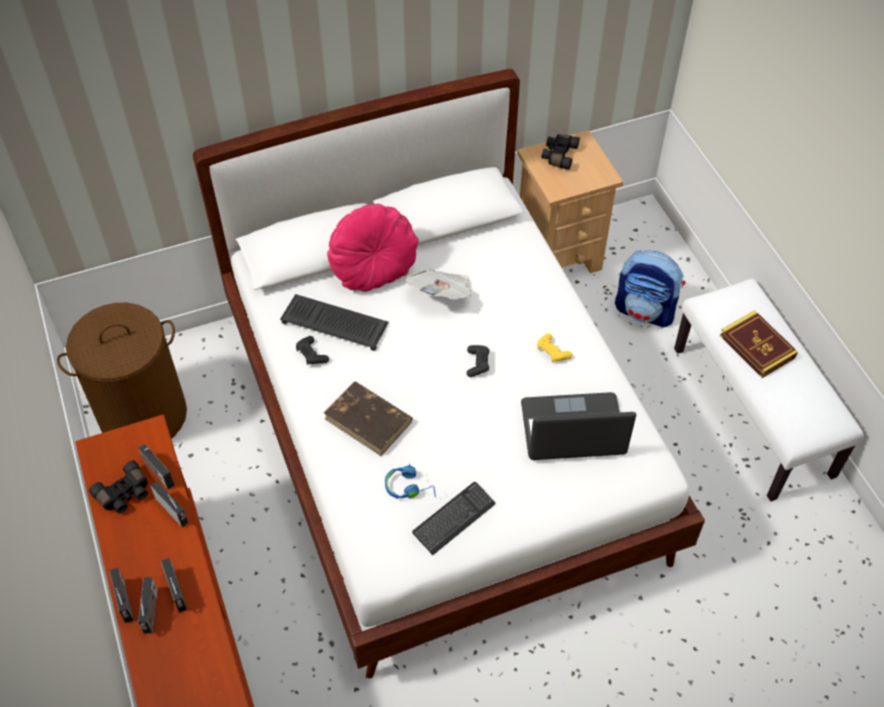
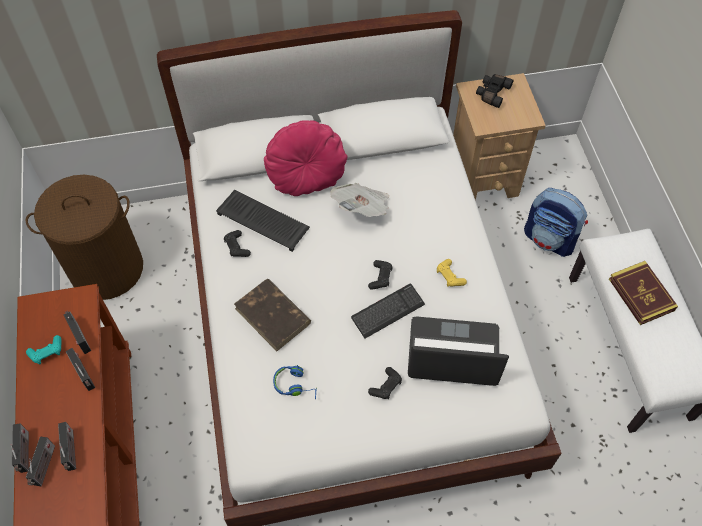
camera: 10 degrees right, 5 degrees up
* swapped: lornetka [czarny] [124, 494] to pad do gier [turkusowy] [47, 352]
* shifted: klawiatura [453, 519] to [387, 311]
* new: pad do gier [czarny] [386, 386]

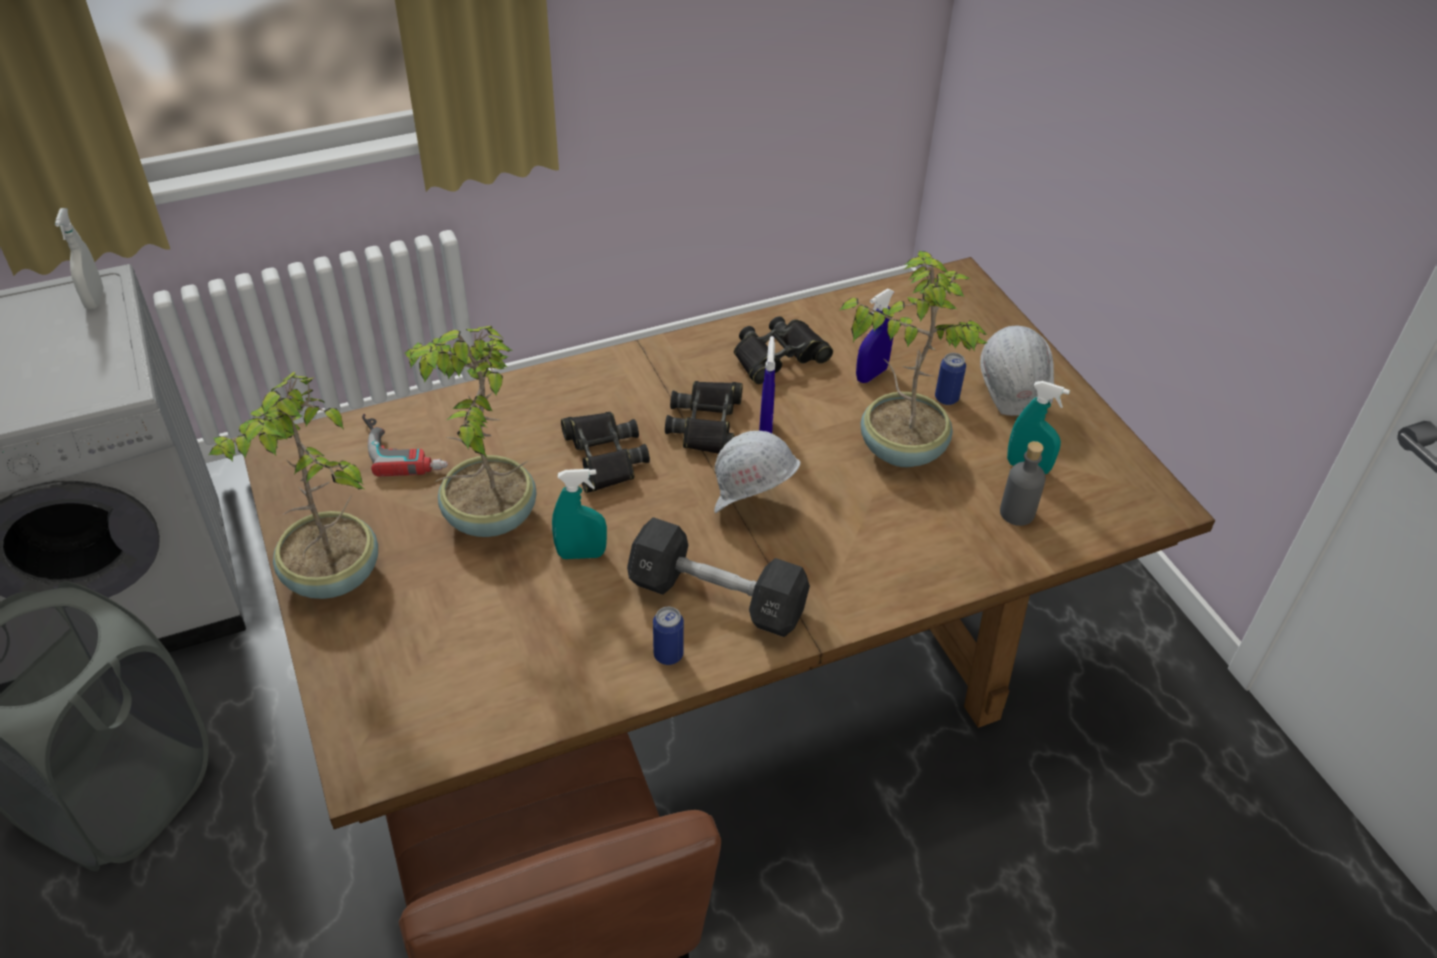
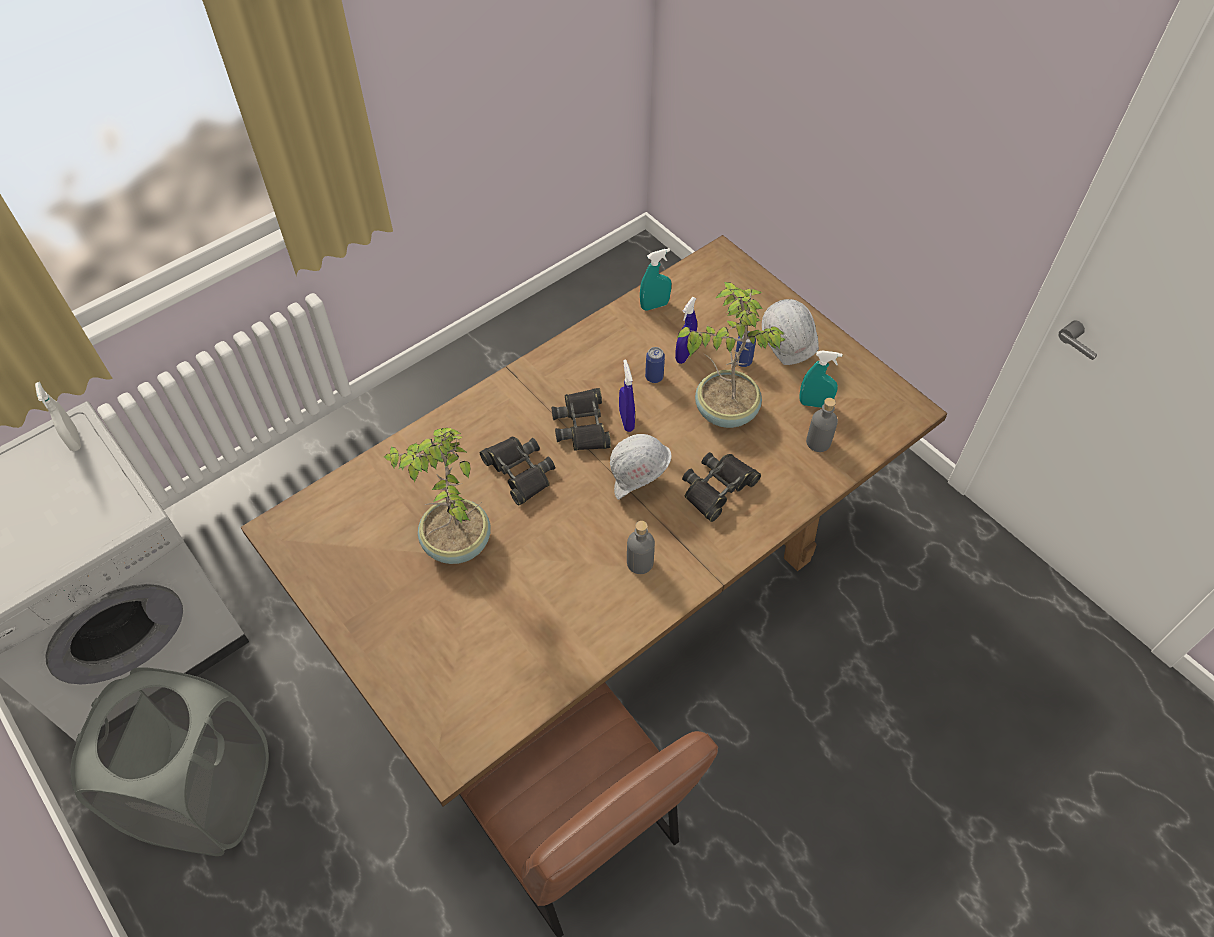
camera: 15 degrees left, 10 degrees up
* shifted: lornetka [czarny] [778, 357] to [718, 488]
* gone: roślina doniczkowa [331, 577]
* gone: wiertarka [405, 447]
* shifted: spryskiwacz [turkusowy] [581, 554] to [654, 305]
* swapped: hantel [czarny] [717, 597] to butelka [szary] [639, 562]
* shifted: puszka [668, 655] to [654, 377]

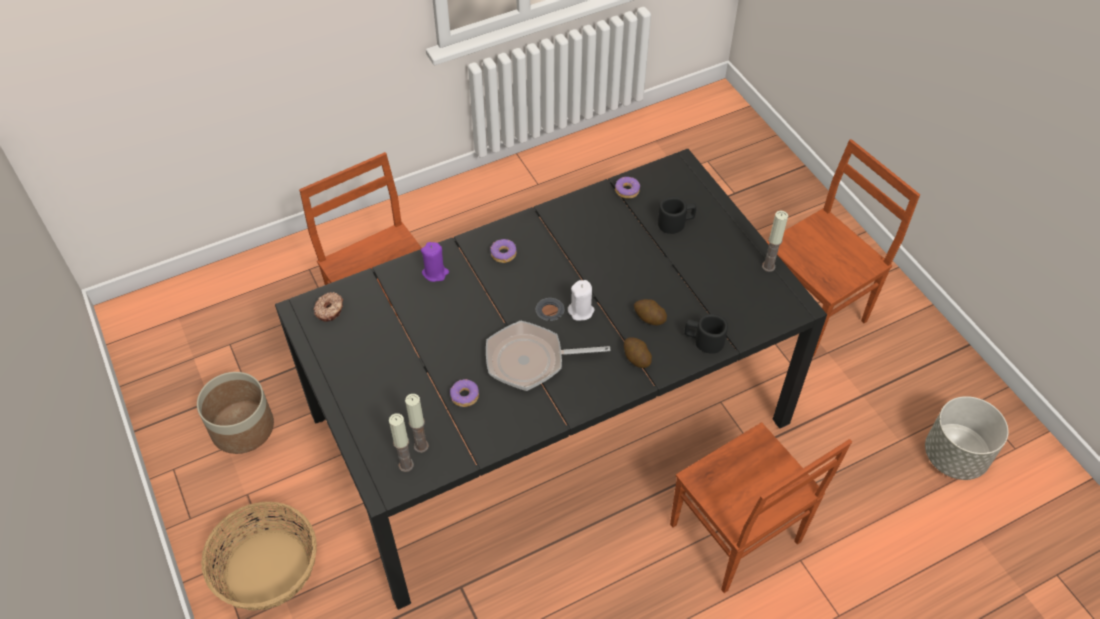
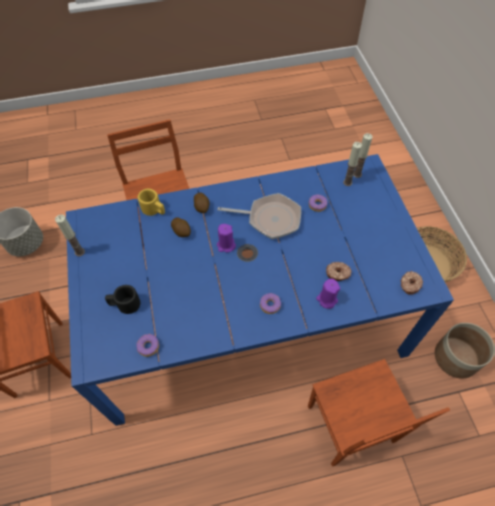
camera: 165 degrees left, 5 degrees up
* repainted: stół jadalny [czarny] [549, 419] to stół jadalny [niebieski] [248, 317]
* repainted: świeca [biały] [581, 311] to świeca [fioletowy] [226, 245]
* repainted: kubek [czarny] [703, 340] to kubek [żółty] [154, 210]
* new: donut [337, 273]

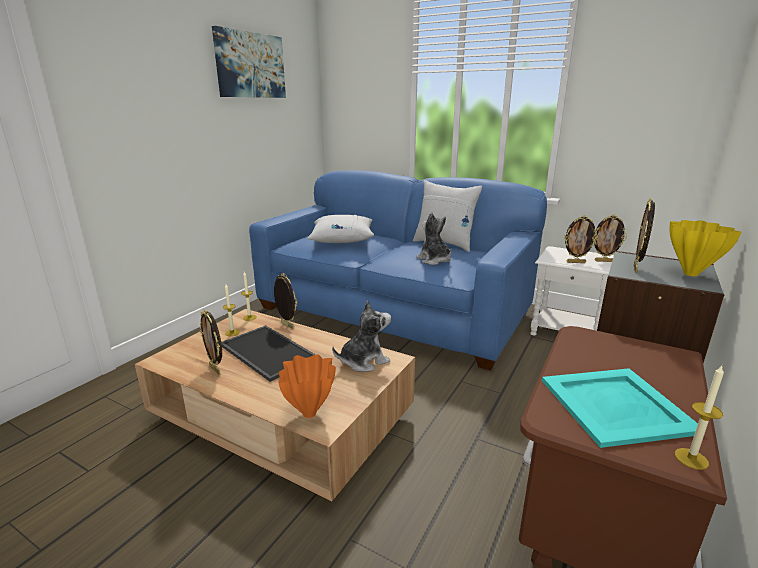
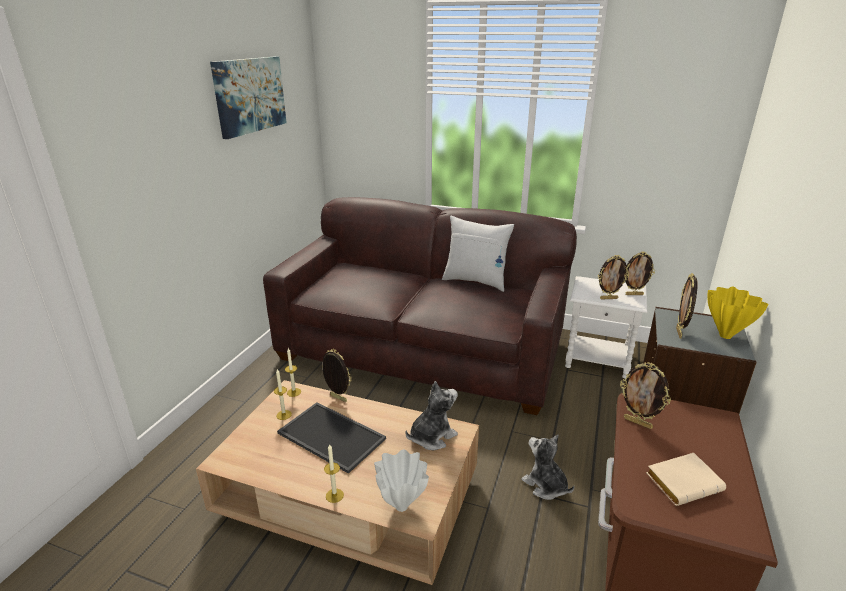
camera: 10 degrees left, 5 degrees up
* repainted: kanapa [niebieski] [391, 311] to kanapa [brązowy] [421, 351]
* shifted: pluszak [434, 260] to [545, 485]
* gone: poduszka [szary] [342, 240]
* shifted: ramka na zdjęcie [216, 369] to [638, 422]
* repainted: wazon [pomarańczowy] [310, 413] to wazon [biały] [402, 506]
* shifted: świeca [691, 458] to [334, 495]
* swapped: taca [turkusowy] [616, 404] to książka [beżowy] [683, 482]

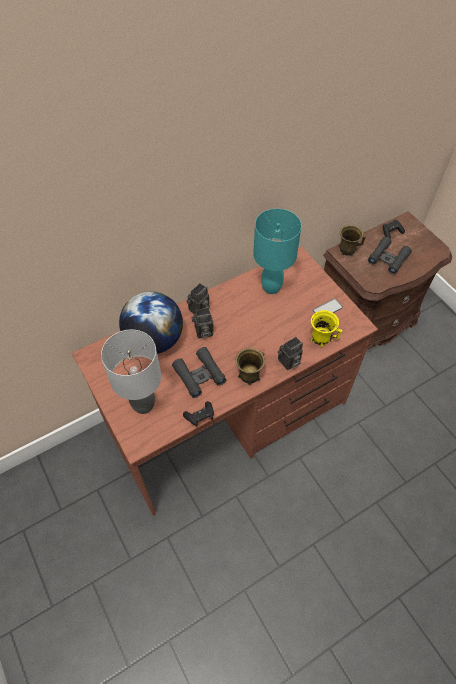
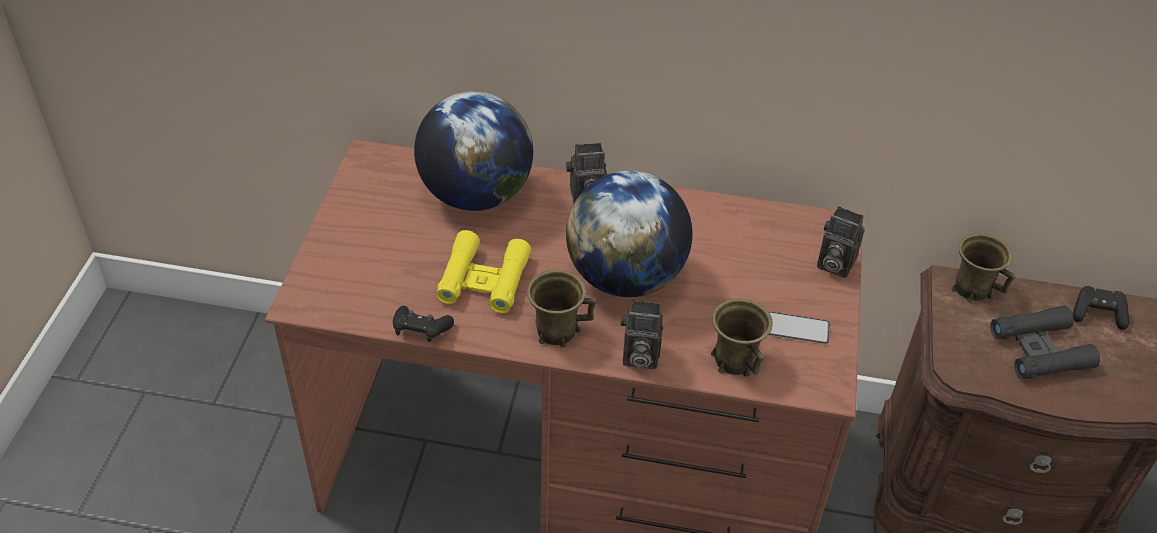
camera: 40 degrees right, 10 degrees down
* gone: lampa stołowa [turkusowy] [271, 287]
* shifted: aparat fotograficzny [203, 332] to [833, 264]
* repainted: kubek [żółty] [321, 337] to kubek [brązowy] [735, 359]
* gone: lampa stołowa [szary] [143, 405]
* repainted: lornetka [czarny] [199, 375] to lornetka [żółty] [484, 279]
* new: globus [625, 276]

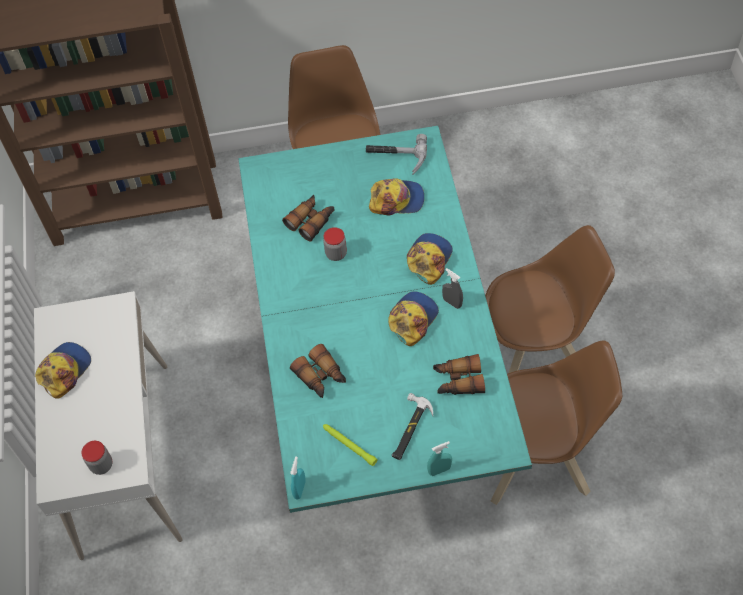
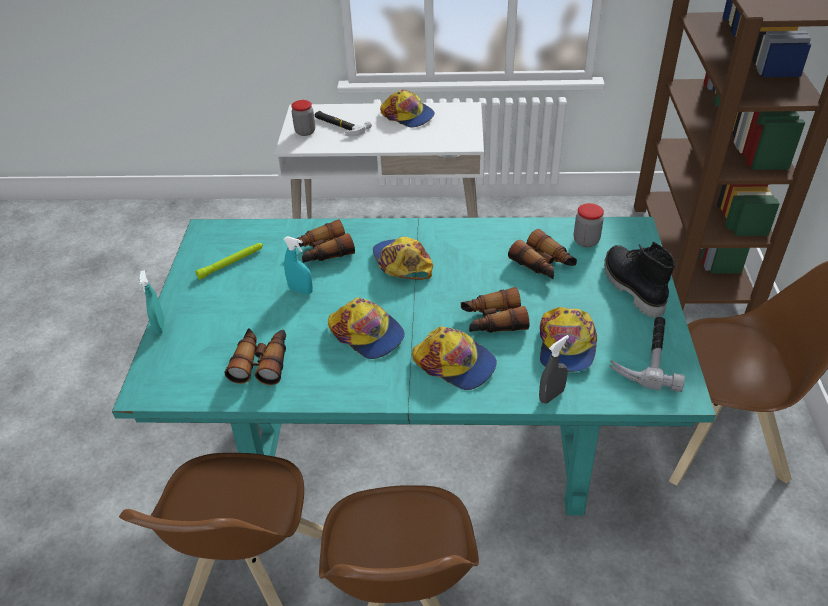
camera: 100 degrees right, 15 degrees down
* shifted: słoik [336, 253] to [586, 241]
* shifted: spryskiwacz [szary] [452, 302] to [551, 396]
* shifted: młotek [409, 429] to [340, 125]
* shifted: spryskiwacz [turkusowy] [299, 489] to [301, 290]
* new: czapka z daszkiem [401, 263]
* new: but z cholewką [czarny] [631, 288]
* new: lornetka [493, 320]

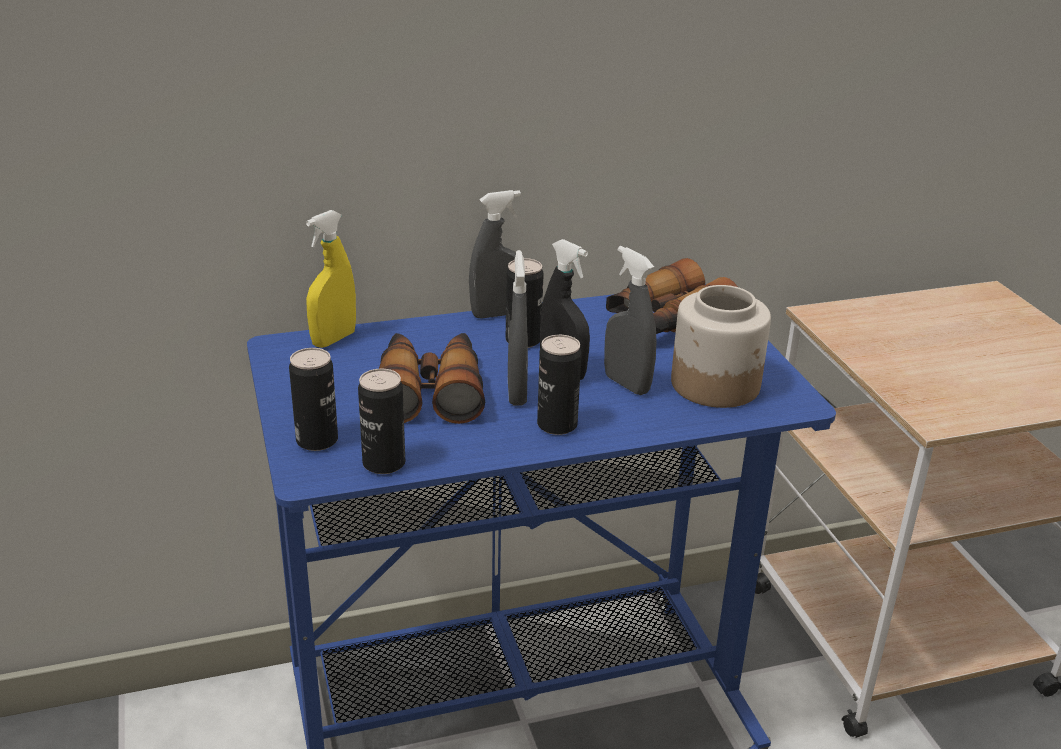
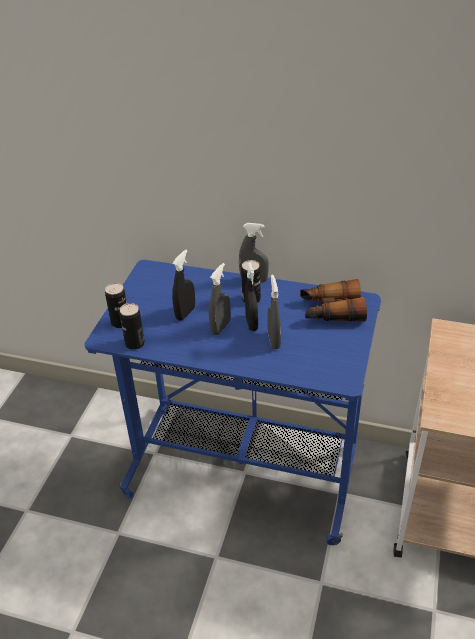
camera: 35 degrees right, 10 degrees up
* gone: spryskiwacz [żółty] [333, 339]
* gone: słoik [716, 385]
* swapped: lornetka [429, 391] to spryskiwacz [czarny] [185, 313]
* gone: puszka [557, 425]

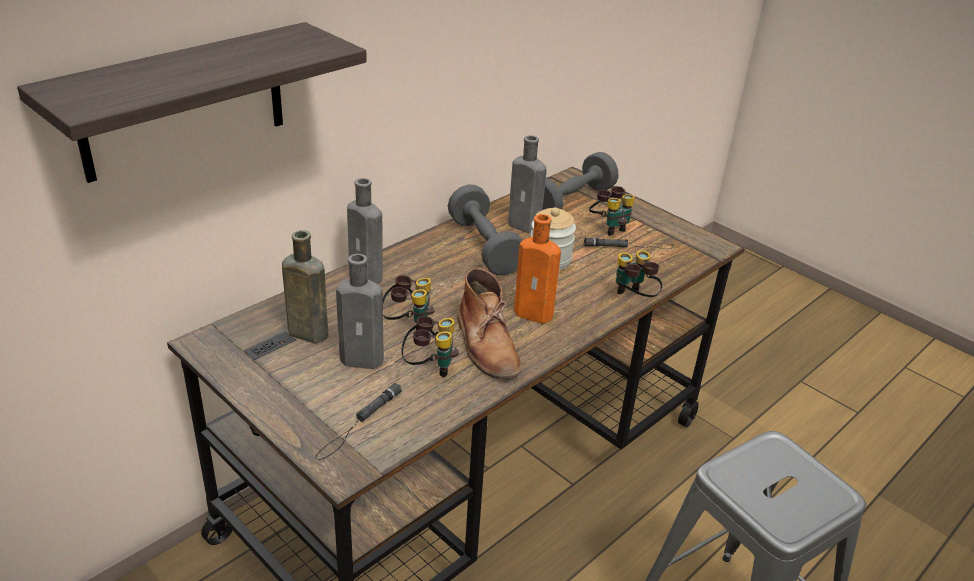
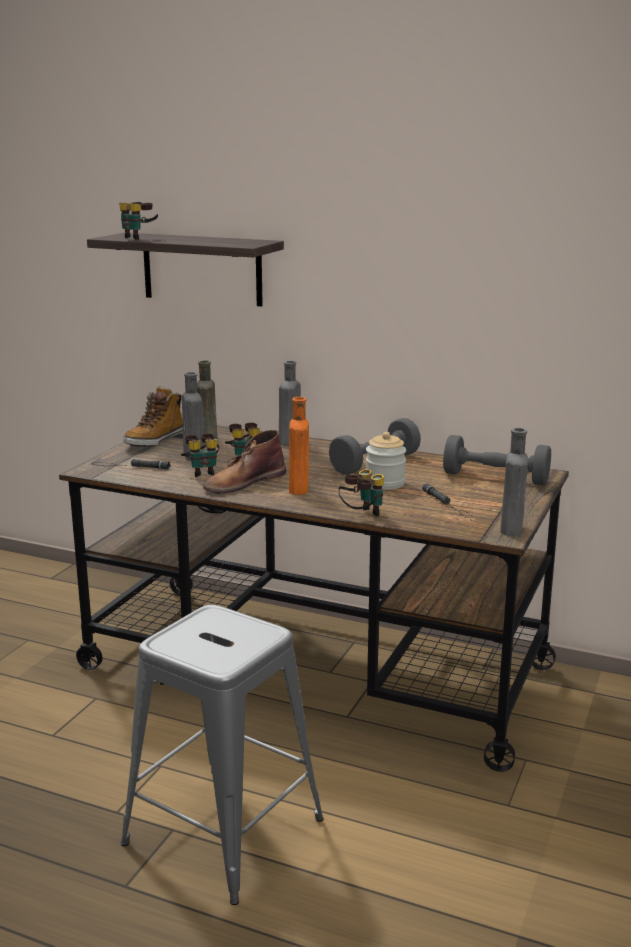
camera: 70 degrees right, 15 degrees down
* shifted: butelka [szary] [526, 226] to [511, 529]
* shifted: lornetka [609, 227] to [139, 238]
* new: but z cholewką [155, 440]

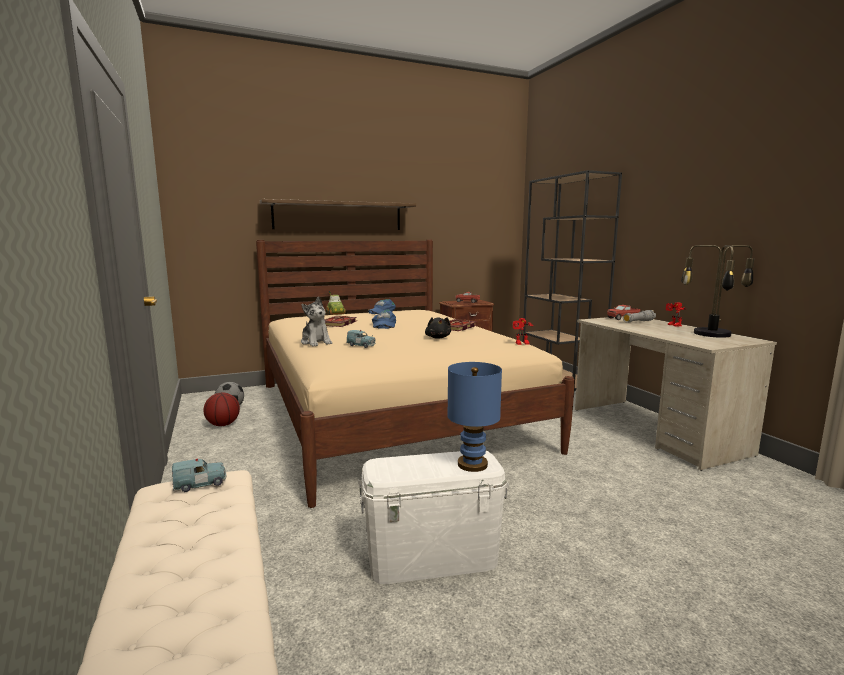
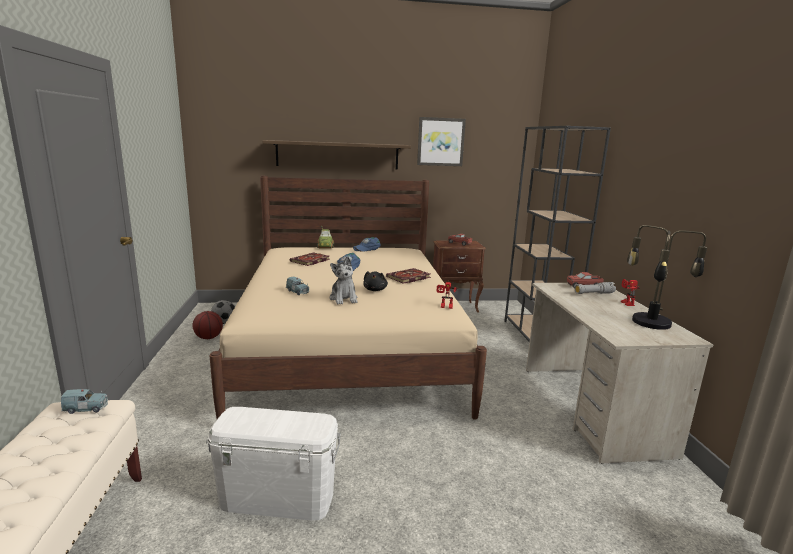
camera: 15 degrees right, 5 degrees up
* shifted: pluszak [316, 342] to [344, 298]
* gone: lampa stołowa [niebieski] [473, 465]
* new: obraz [440, 142]

